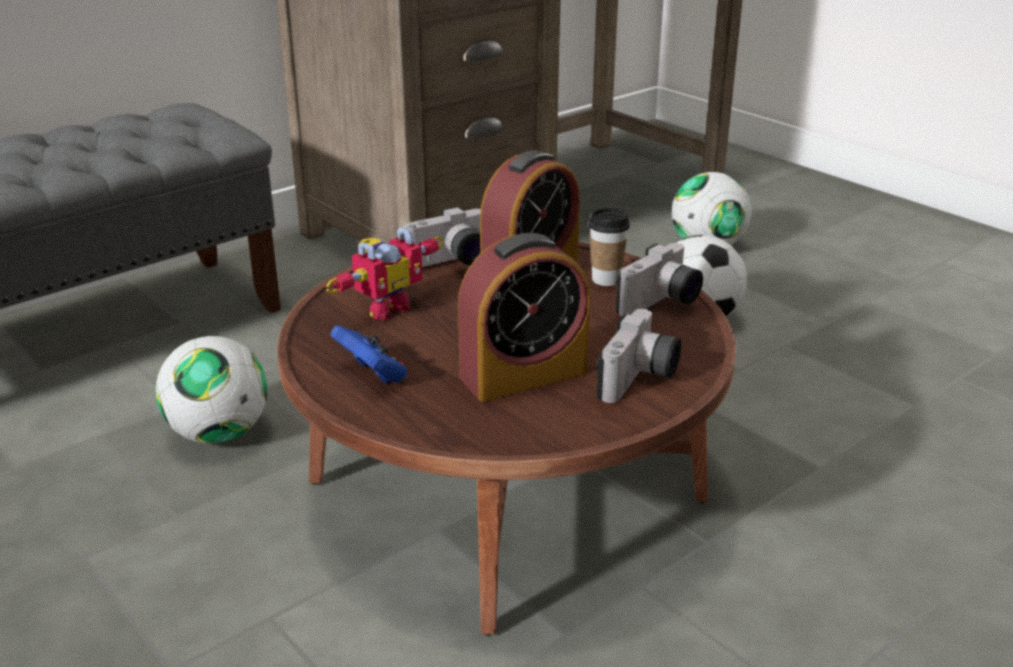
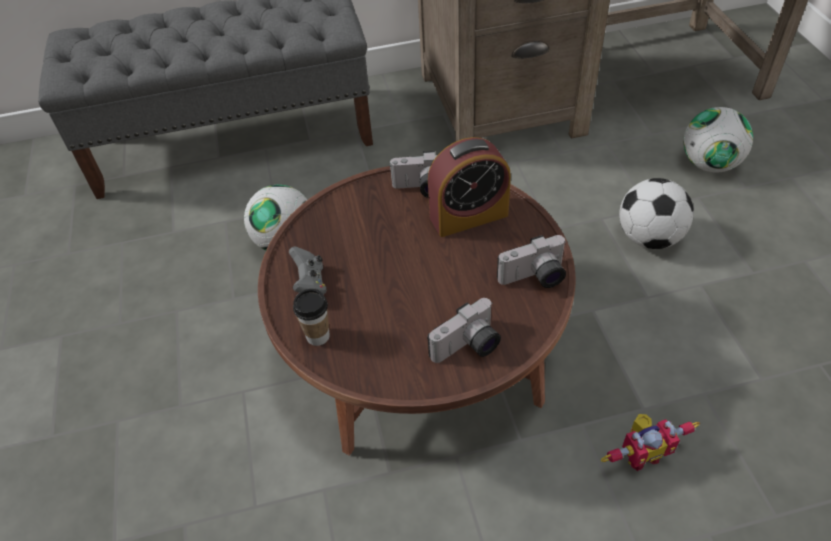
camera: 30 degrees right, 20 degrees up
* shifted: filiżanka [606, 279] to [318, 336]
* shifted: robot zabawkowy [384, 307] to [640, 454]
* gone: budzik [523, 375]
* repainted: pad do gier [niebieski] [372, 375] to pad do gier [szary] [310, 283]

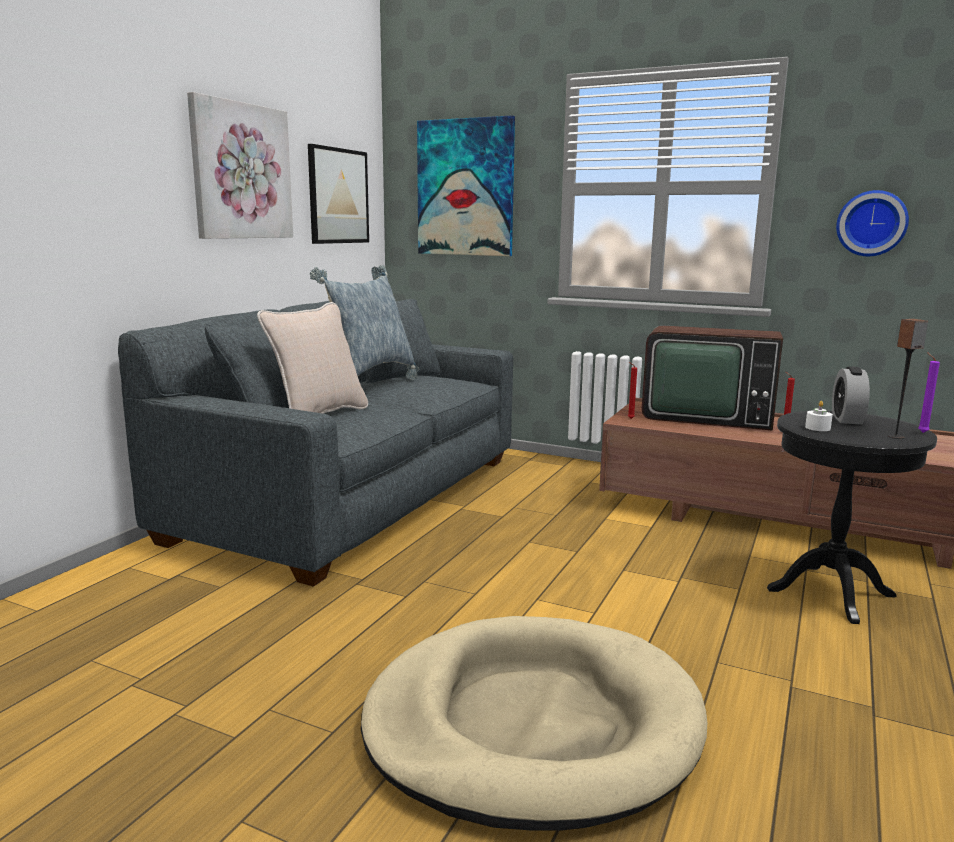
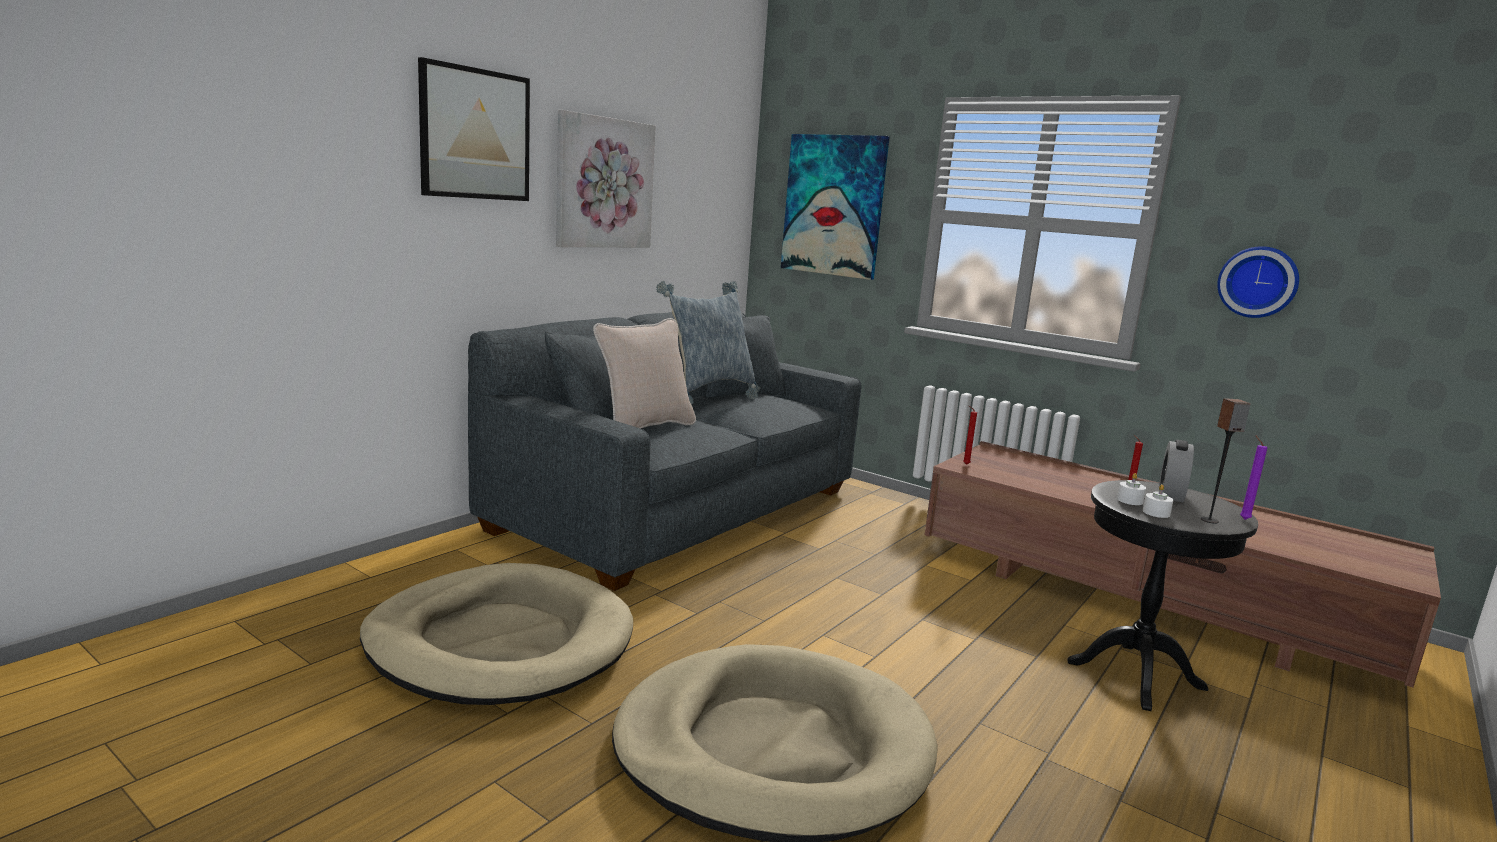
camera: 10 degrees right, 0 degrees up
* shifted: obraz [338, 196] to [475, 134]
* gone: telewizor [705, 416]
* new: świeca [biały] [1156, 513]
* new: legowisko [beżowy] [500, 642]

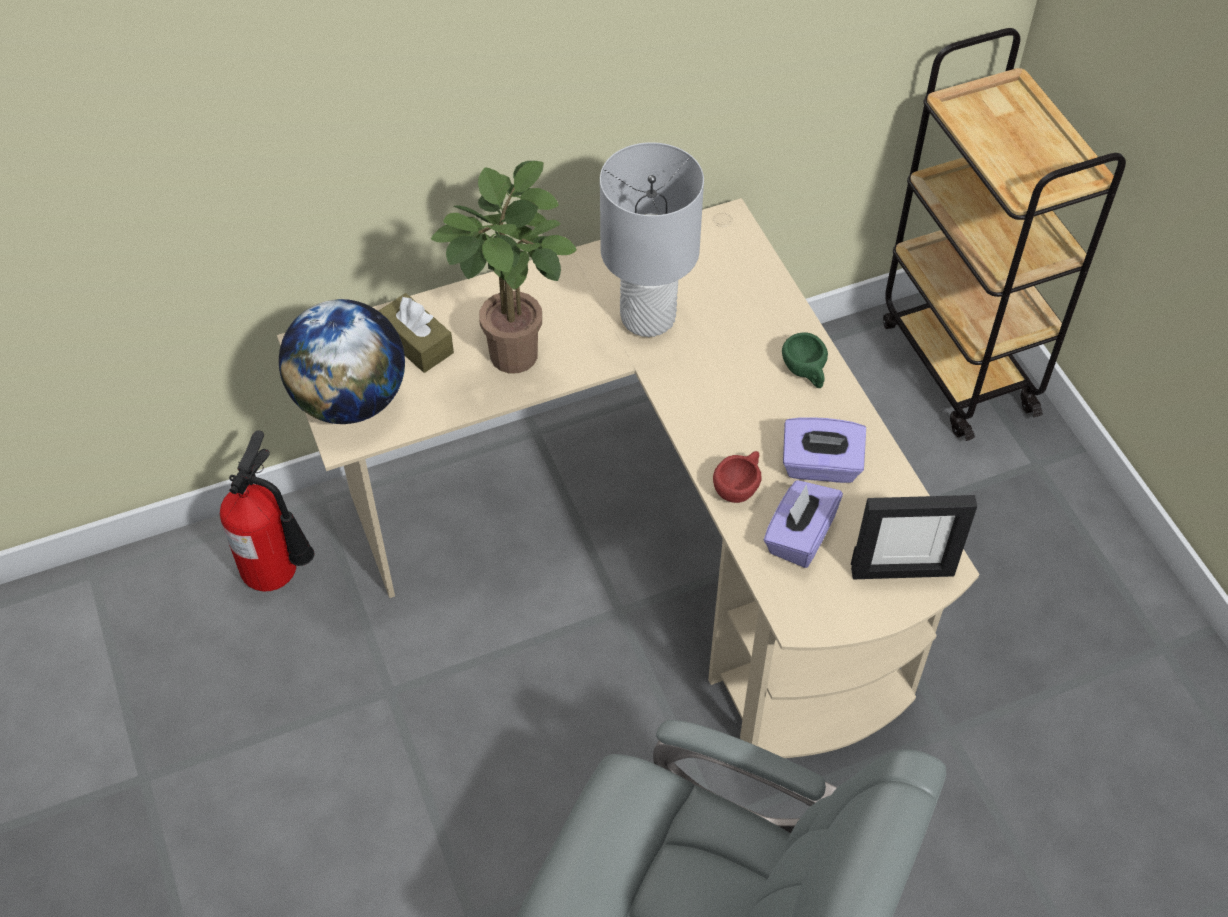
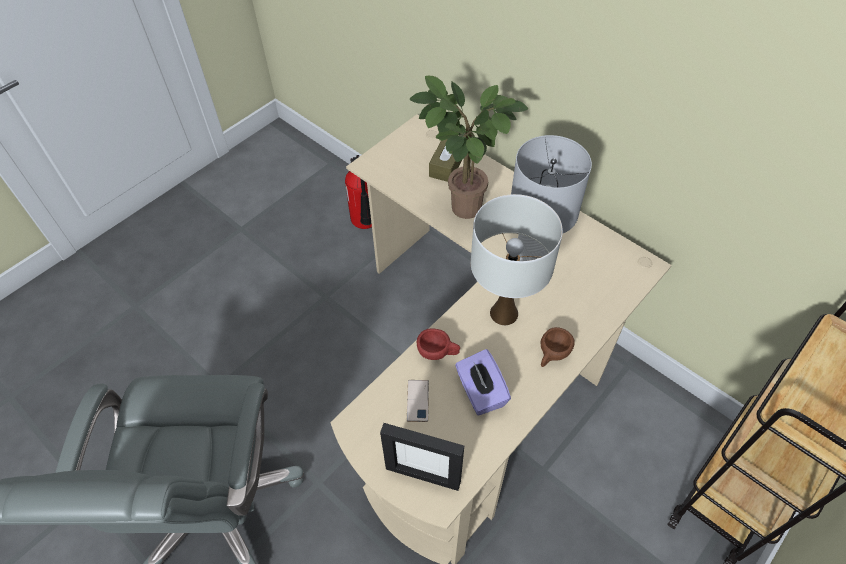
camera: 65 degrees right, 0 degrees up
* gone: globus [350, 400]
* repainted: filiżanka [zielony] [806, 372] to filiżanka [brązowy] [552, 355]
* swapped: pudełko chusteczek [fioletowy] [799, 537] to telefon [417, 400]
* rotated: ramka na zdjęcie [902, 570] = [423, 473] 45 degrees counterclockwise
* new: lampa stołowa [biały] [504, 313]

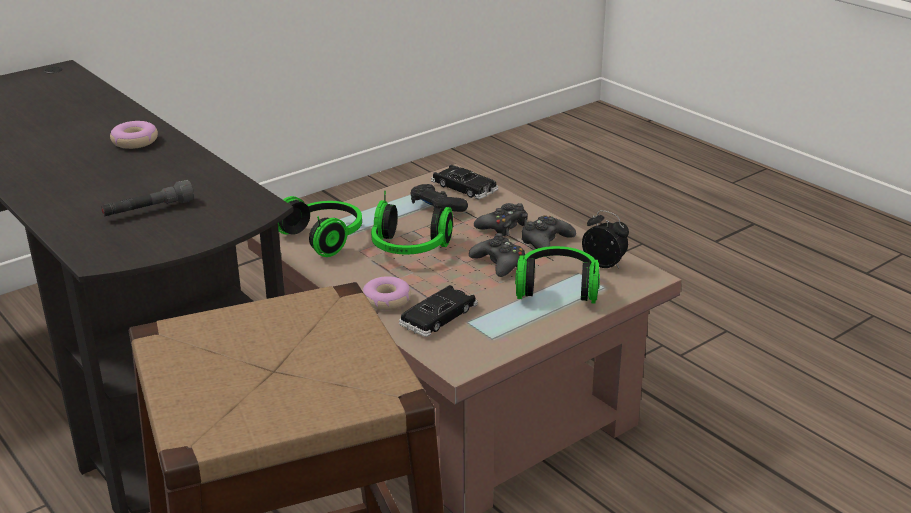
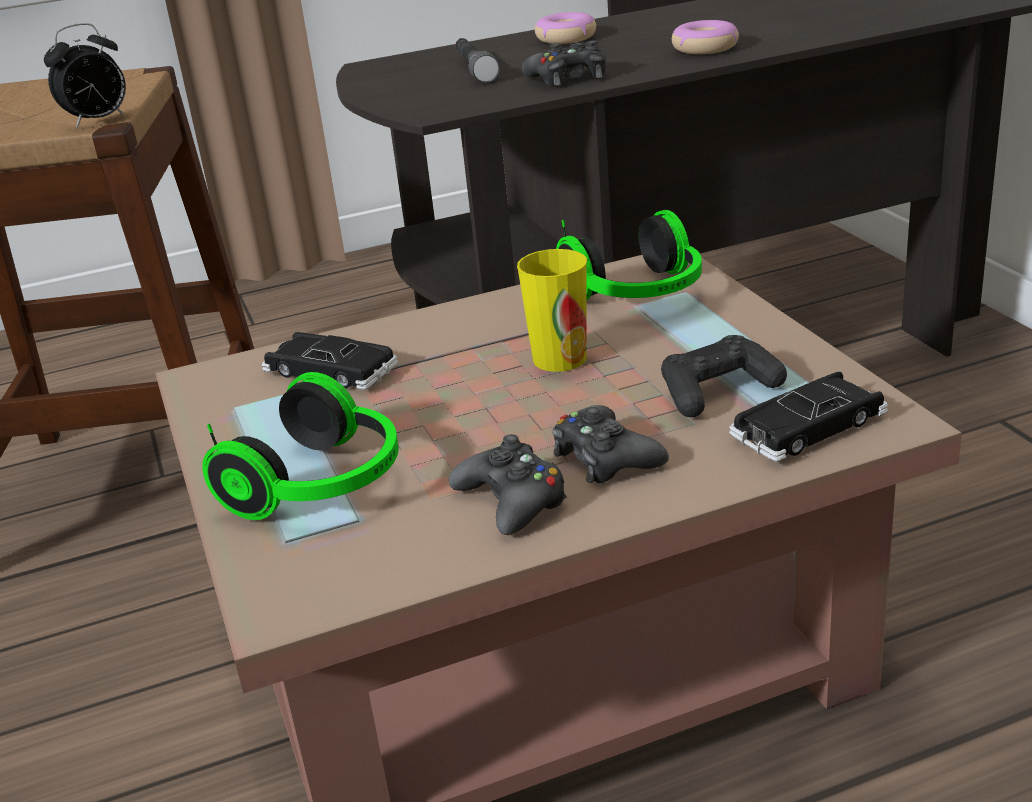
camera: 110 degrees right, 0 degrees up
* swapped: słuchawki [409, 249] to filiżanka [560, 358]
* shifted: budzik [605, 265] to [98, 121]
* shifted: pad do gier [czarny] [499, 263] to [568, 78]
* shifted: donut [386, 300] to [565, 38]
* rotated: samochodzik [czarny] [438, 317] = [331, 371] 150 degrees clockwise

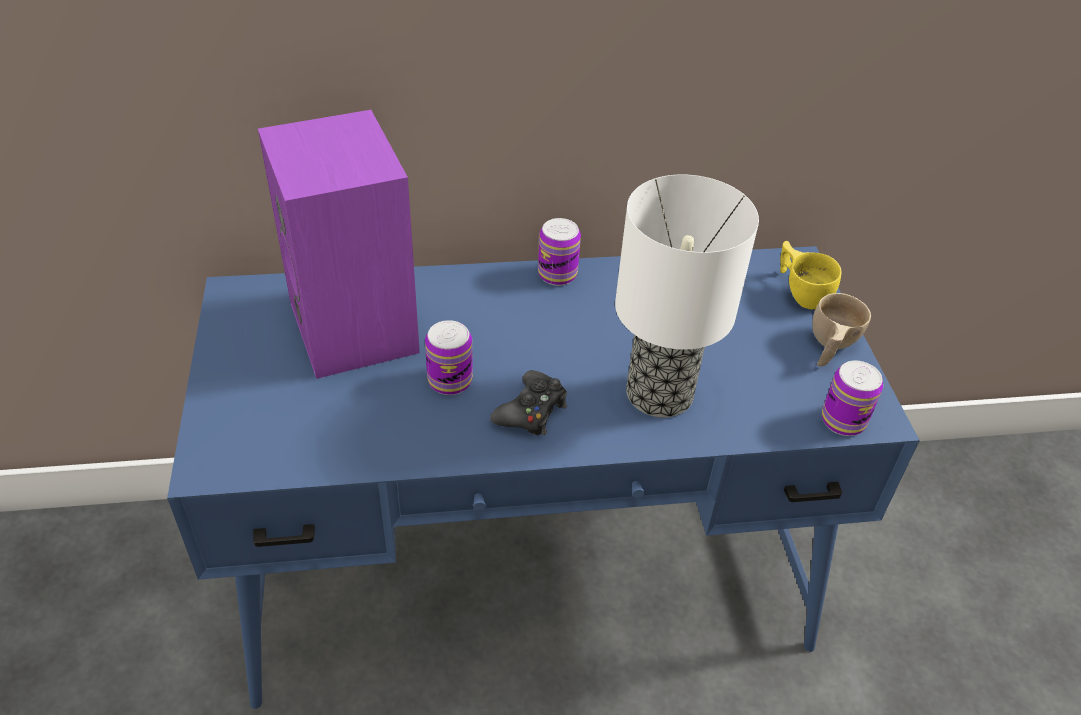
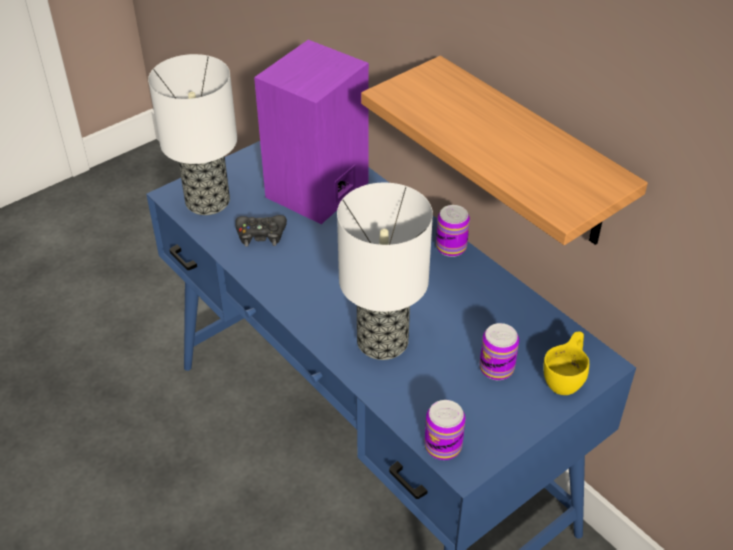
camera: 60 degrees right, 0 degrees up
* gone: filiżanka [beżowy] [829, 347]
* shifted: puszka [450, 381] to [496, 368]
* shifted: pad do gier [czarny] [531, 411] to [261, 234]
* new: lampa stołowa [208, 202]
* new: półka [530, 155]

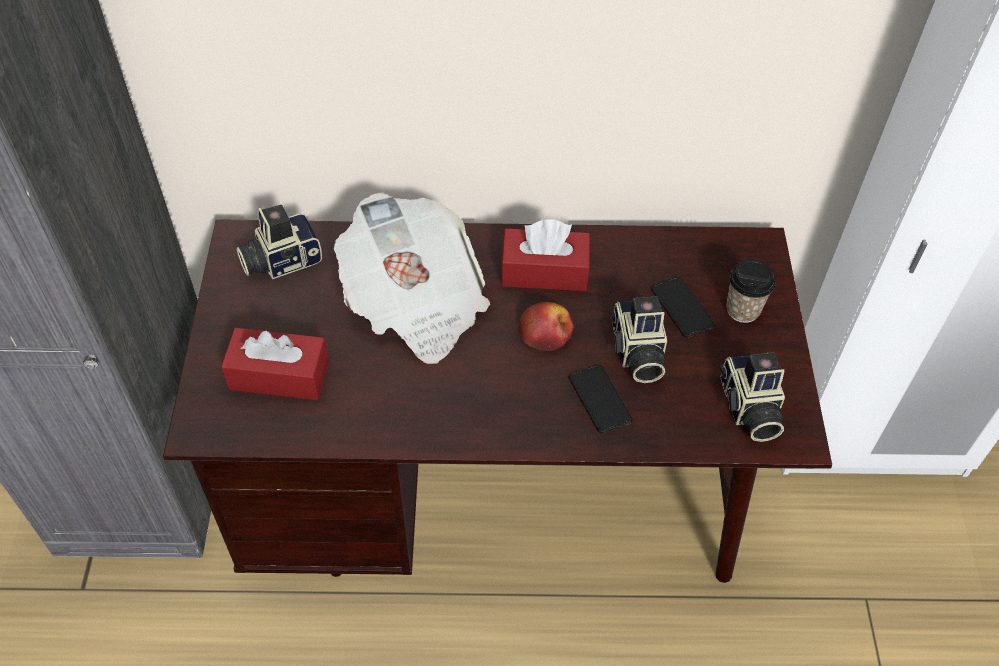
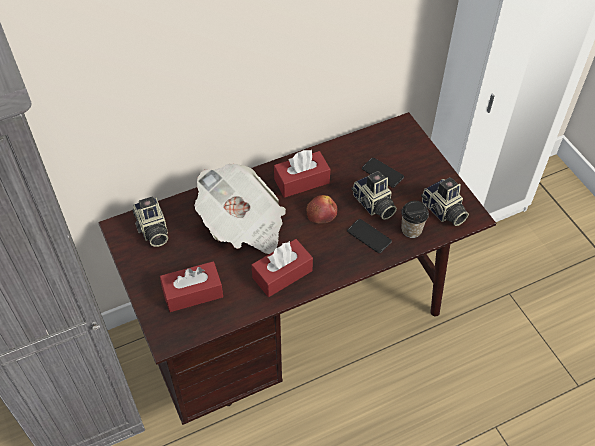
camera: 25 degrees left, 0 degrees up
* rotated: aparat fotograficzny [280, 260] = [152, 230] 60 degrees counterclockwise
* shifted: filiżanka [743, 309] to [411, 230]
* new: pudełko chusteczek [czerwony] [282, 274]

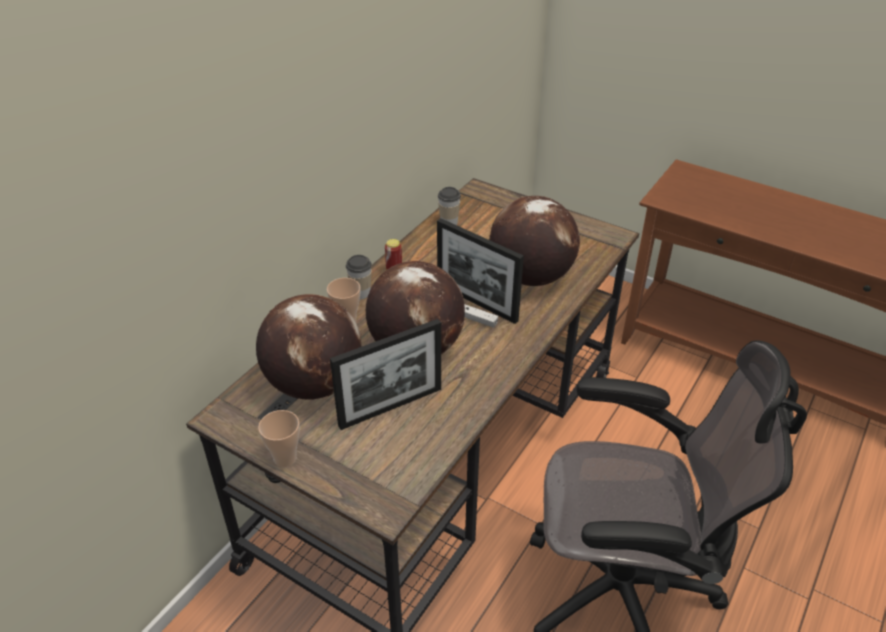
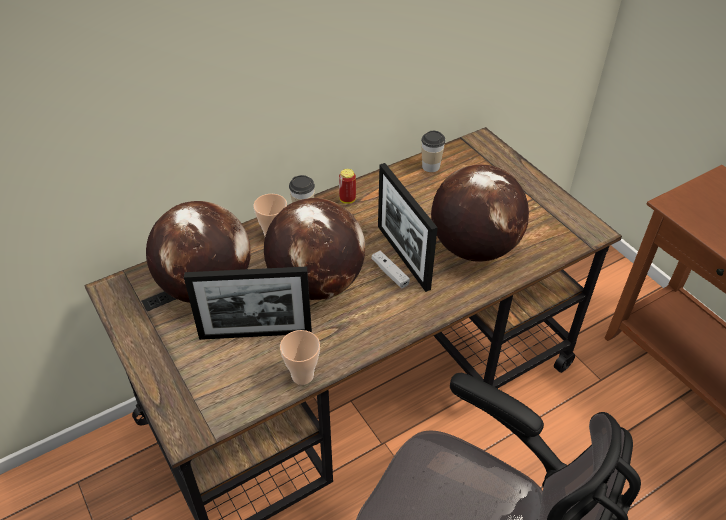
camera: 25 degrees right, 5 degrees up
* shifted: filiżanka [285, 458] to [302, 375]

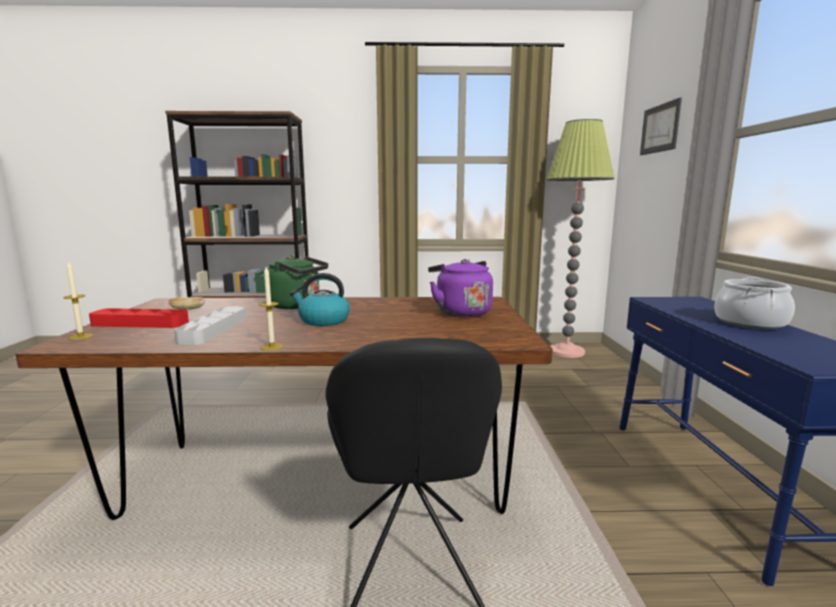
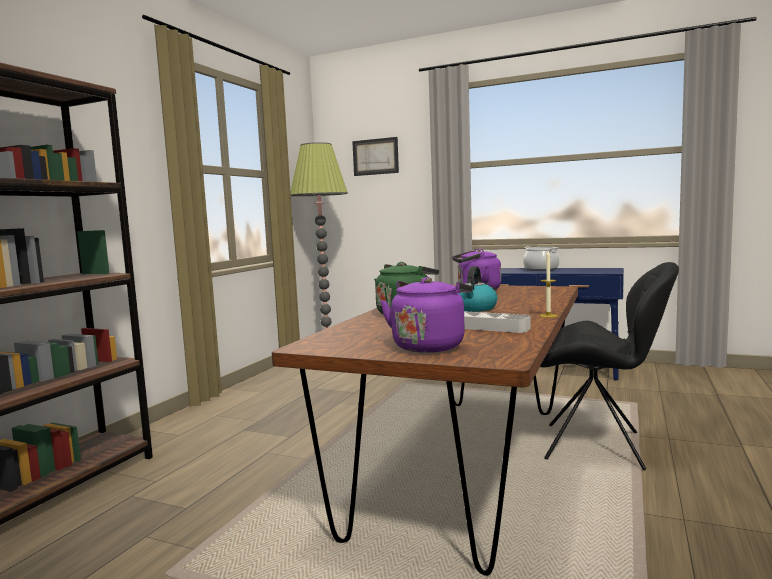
camera: 65 degrees left, 5 degrees down
* gone: świeca [81, 336]
* gone: chleb [187, 309]
* swapped: taca [czerwony] [140, 323] to czajnik [fioletowy] [429, 345]

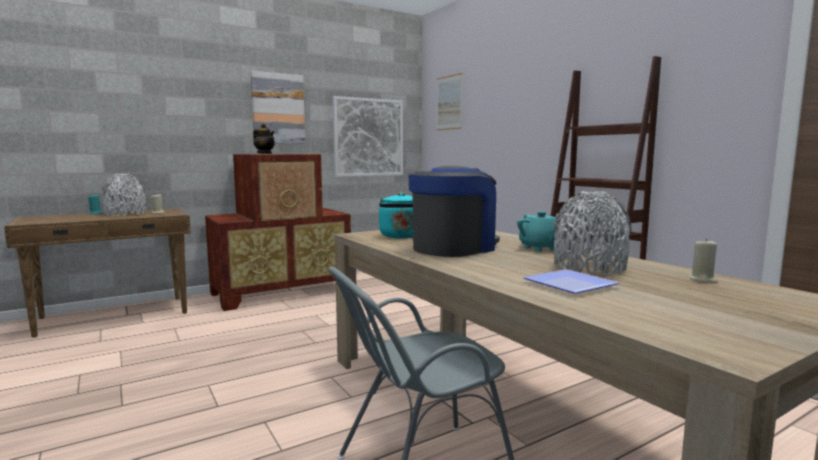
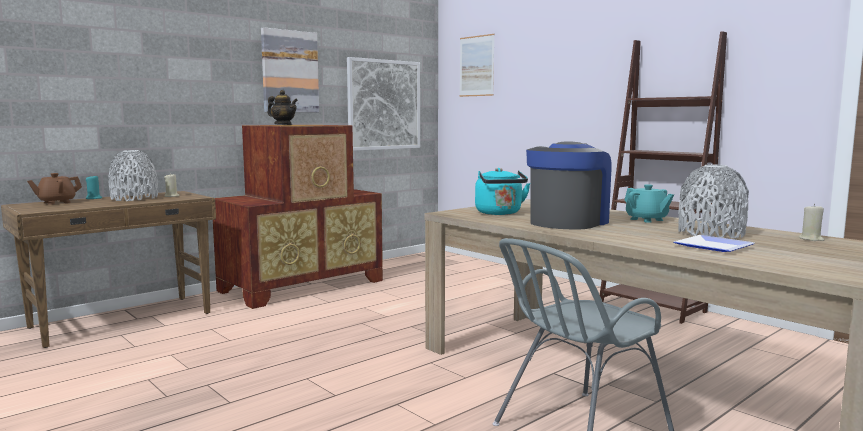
camera: 10 degrees left, 0 degrees up
* new: imbryk [brązowy] [56, 202]

